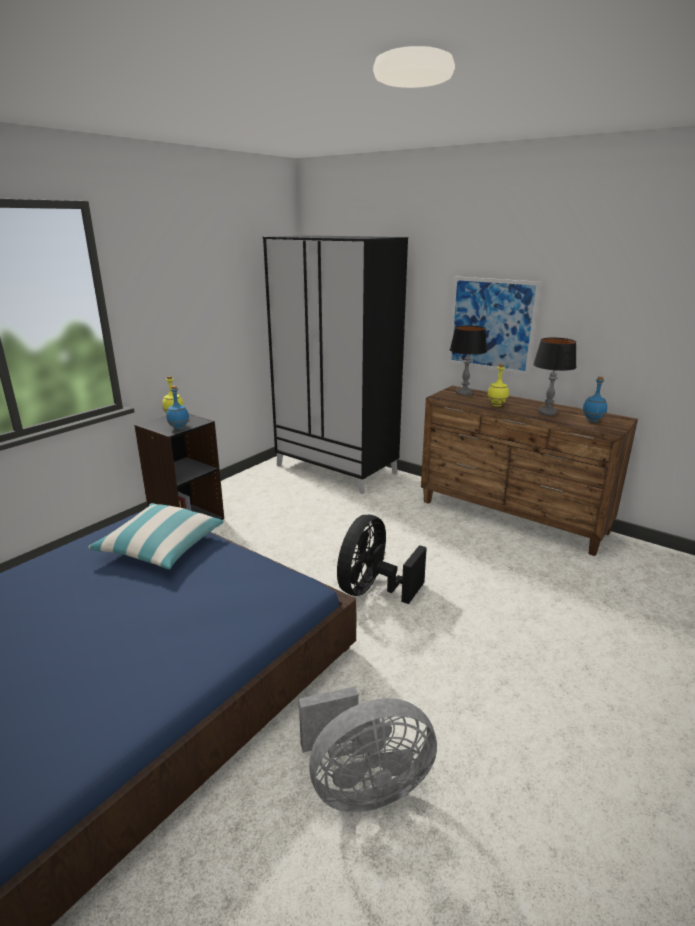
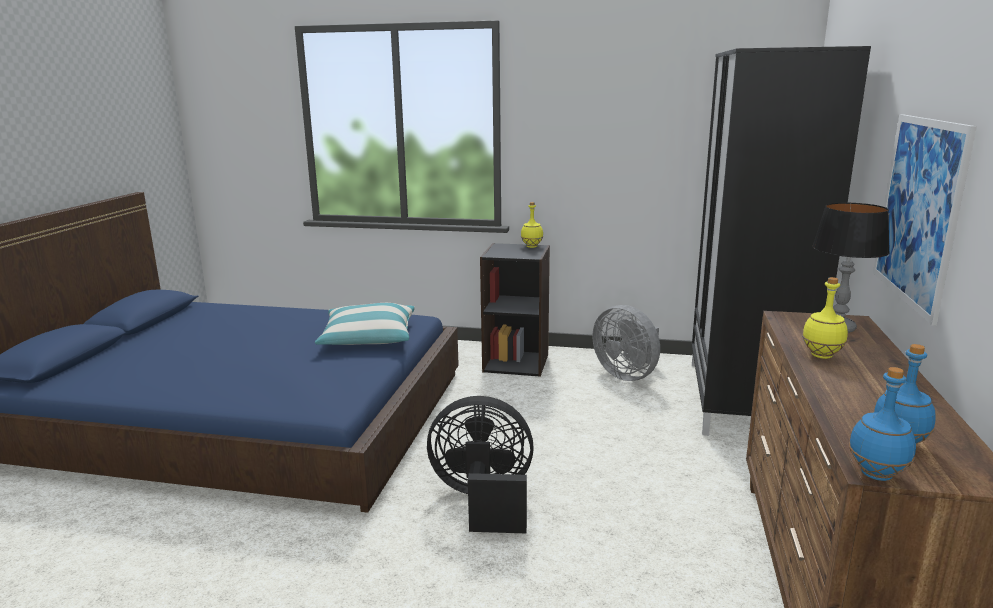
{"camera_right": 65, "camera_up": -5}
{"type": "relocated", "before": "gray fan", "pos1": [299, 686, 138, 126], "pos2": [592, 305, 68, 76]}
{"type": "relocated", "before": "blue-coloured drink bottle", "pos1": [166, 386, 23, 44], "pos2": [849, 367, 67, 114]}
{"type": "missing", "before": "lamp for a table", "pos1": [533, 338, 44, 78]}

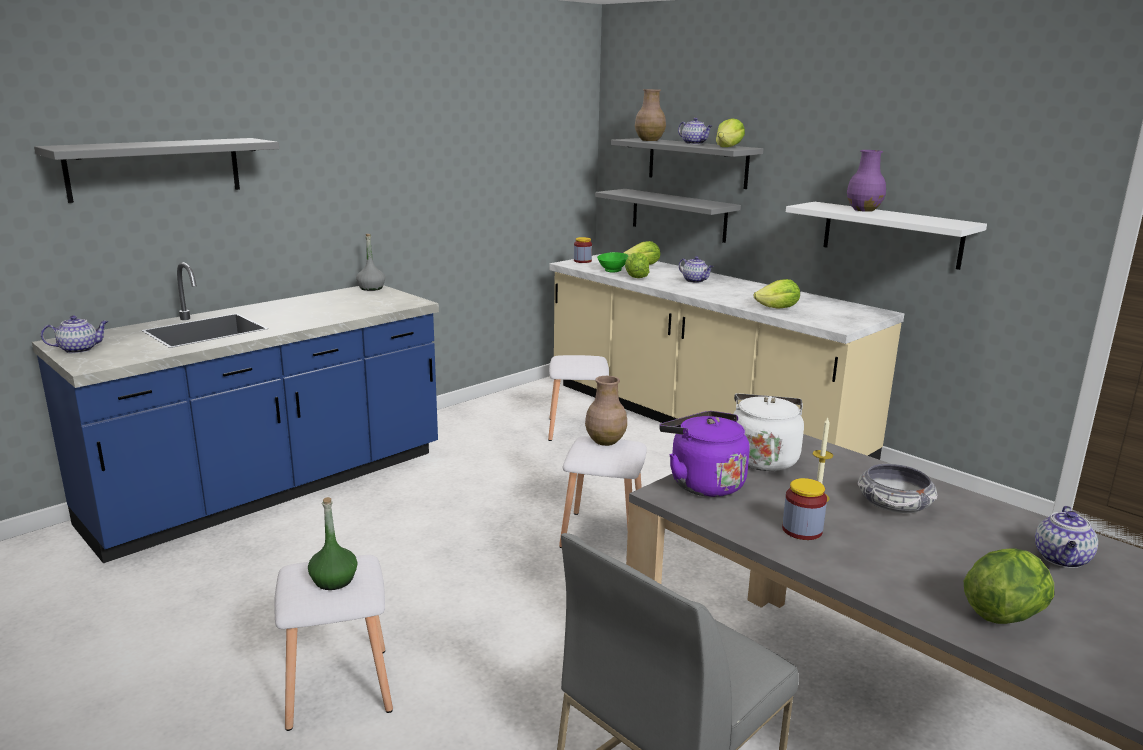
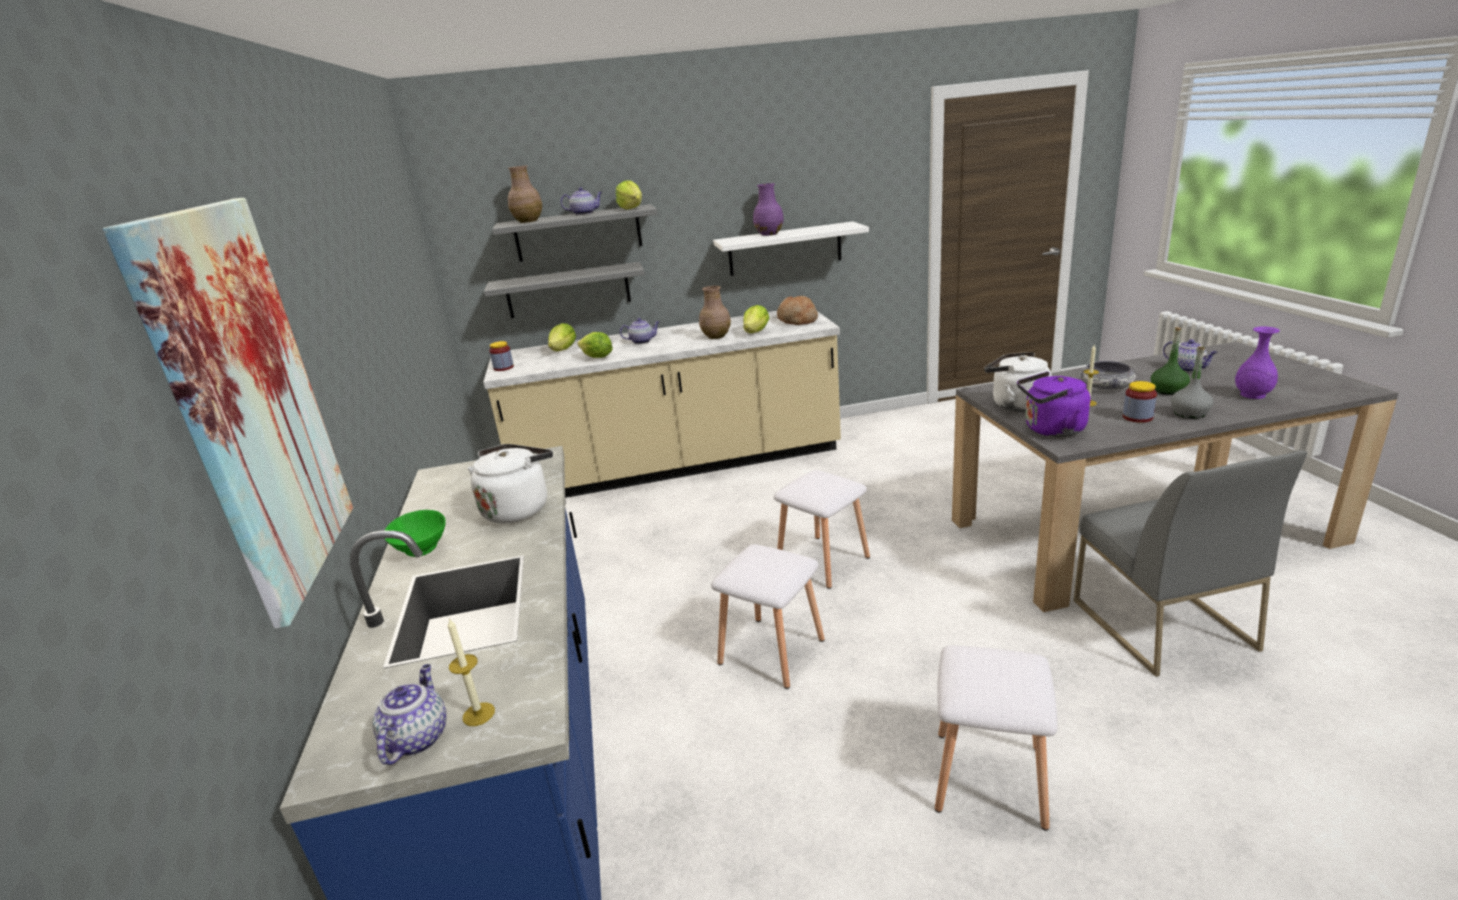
{"camera_right": -55, "camera_up": 5}
{"type": "exchanged", "before": "gray wall shelf", "after": "wall art", "pos1": [34, 138, 245, 65], "pos2": [103, 198, 250, 431]}
{"type": "relocated", "before": "greenish serving bowl", "pos1": [597, 252, 31, 20], "pos2": [384, 510, 62, 47]}
{"type": "appeared", "after": "wax light", "pos2": [448, 618, 47, 108]}
{"type": "appeared", "after": "white-coloured kettle", "pos2": [468, 444, 85, 79]}
{"type": "relocated", "before": "brown-coloured decorative vase", "pos1": [585, 376, 42, 70], "pos2": [699, 286, 32, 53]}
{"type": "relocated", "before": "white-coloured sitting stool", "pos1": [548, 355, 61, 86], "pos2": [711, 544, 114, 145]}
{"type": "appeared", "after": "bread", "pos2": [777, 296, 41, 29]}
{"type": "relocated", "before": "greenish drink bottle", "pos1": [308, 497, 50, 93], "pos2": [1151, 327, 39, 68]}
{"type": "relocated", "before": "gray drink bottle", "pos1": [356, 234, 29, 57], "pos2": [1171, 346, 43, 73]}
{"type": "exchanged", "before": "lettuce", "after": "purple-coloured decorative vase", "pos1": [964, 548, 90, 76], "pos2": [1235, 327, 45, 72]}

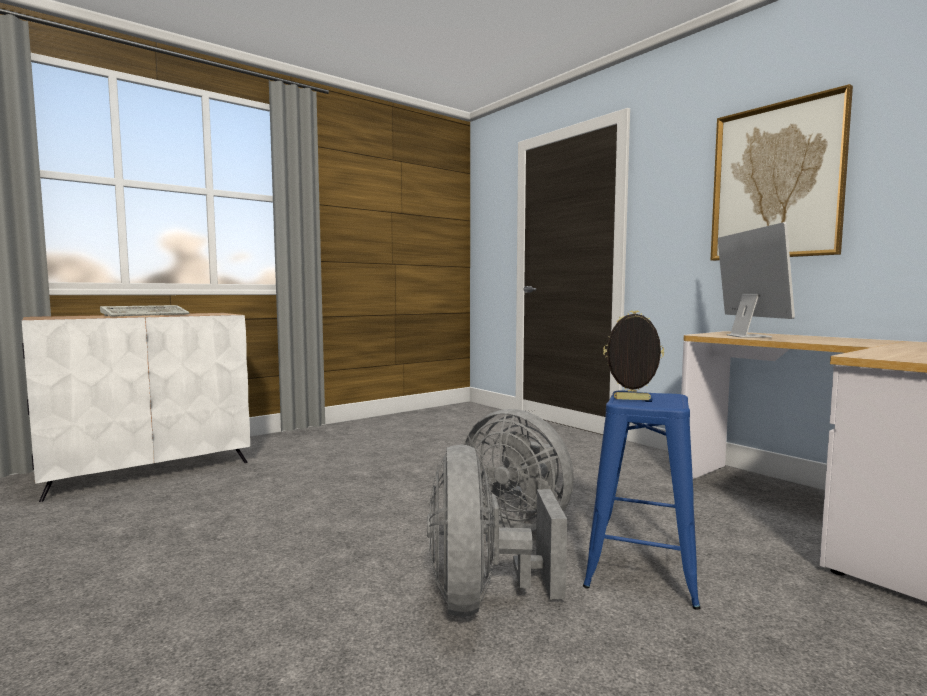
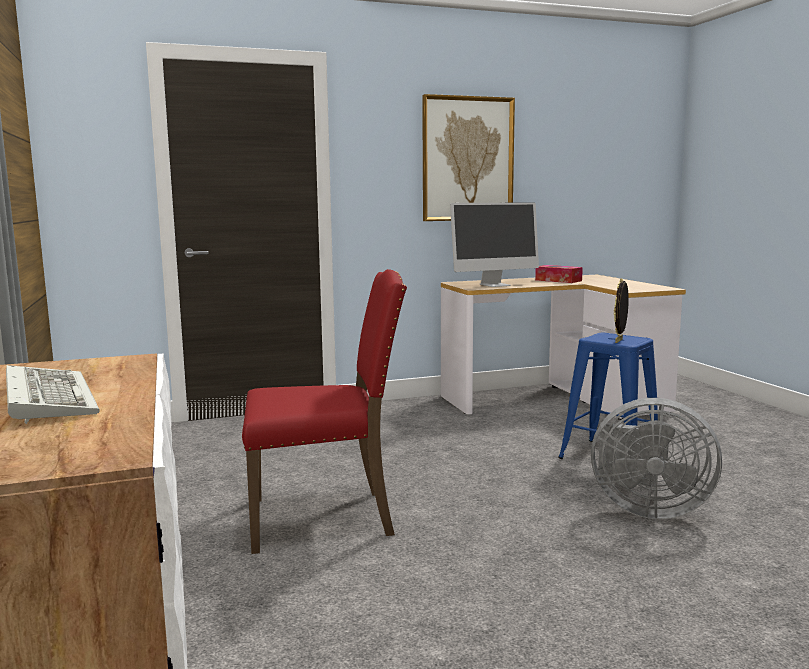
{"camera_right": -70, "camera_up": 5}
{"type": "appeared", "after": "red-coloured chair", "pos2": [242, 269, 165, 285]}
{"type": "spun", "before": "computer screen", "pos1": [718, 222, 77, 115], "pos2": [450, 202, 89, 85], "turn": 135}
{"type": "appeared", "after": "box of tissues", "pos2": [535, 265, 48, 18]}
{"type": "missing", "before": "gray fan", "pos1": [464, 409, 110, 123]}

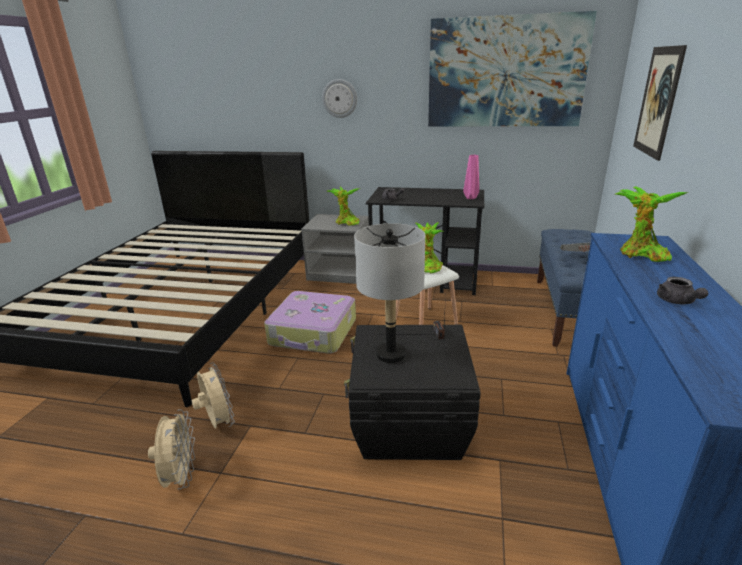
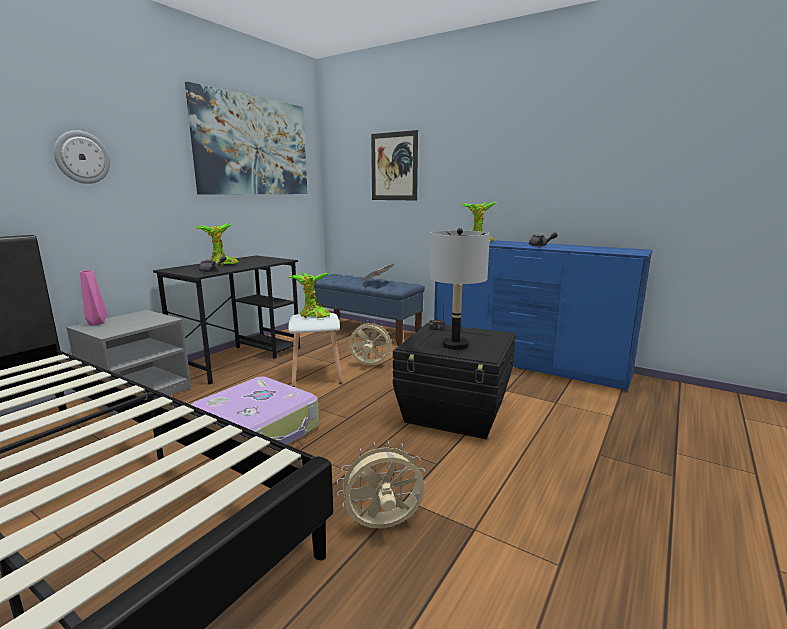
{"camera_right": -70, "camera_up": -10}
{"type": "relocated", "before": "pink decorative vase", "pos1": [463, 155, 16, 44], "pos2": [80, 270, 27, 56]}
{"type": "relocated", "before": "plant in a pot", "pos1": [326, 187, 33, 39], "pos2": [195, 223, 44, 43]}
{"type": "relocated", "before": "sand-coloured fan", "pos1": [148, 410, 47, 79], "pos2": [349, 320, 45, 45]}

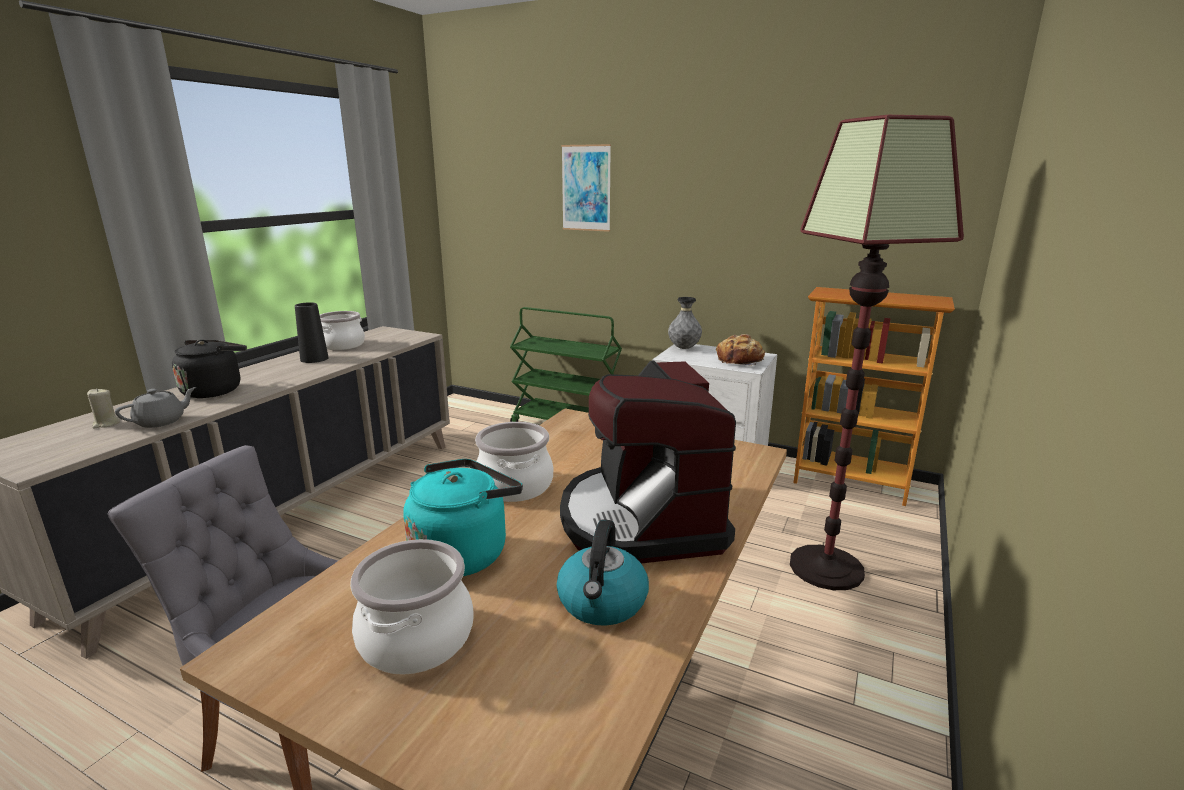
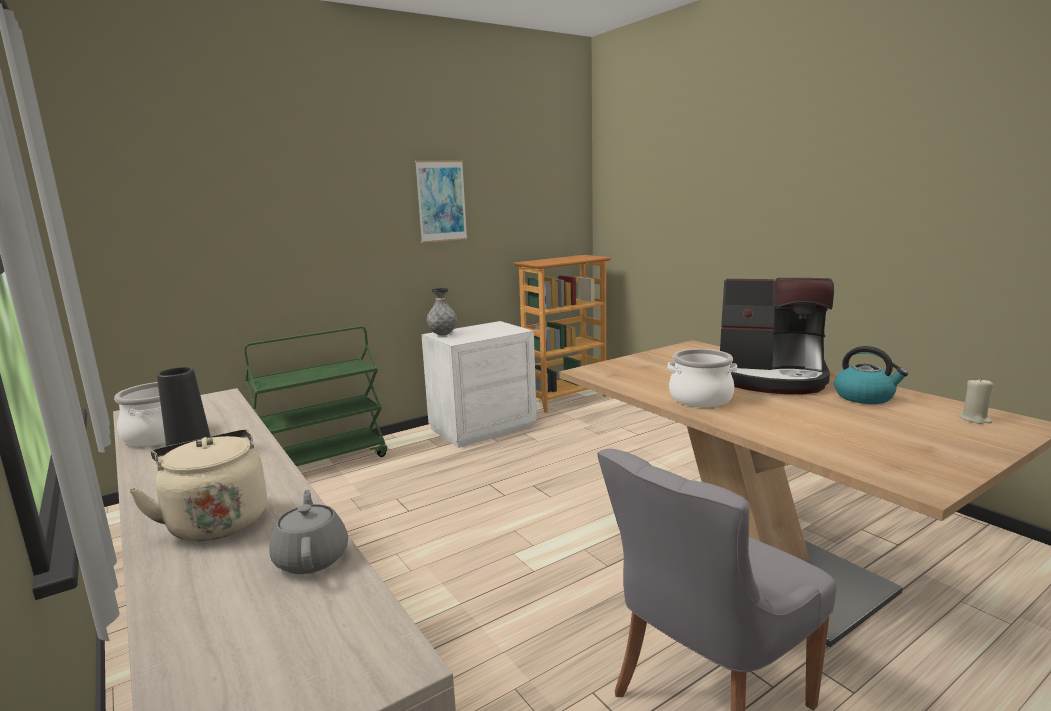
{"camera_right": -60, "camera_up": -5}
{"type": "colour", "before": "blackish kettle", "after": "sand-coloured kettle", "pos1": [172, 340, 75, 58], "pos2": [128, 429, 139, 112]}
{"type": "relocated", "before": "wall art", "pos1": [561, 144, 50, 88], "pos2": [415, 161, 52, 82]}
{"type": "relocated", "before": "sand-coloured wax light", "pos1": [87, 388, 33, 41], "pos2": [959, 378, 34, 46]}
{"type": "missing", "before": "cooking pot", "pos1": [350, 539, 124, 136]}
{"type": "missing", "before": "blue-green kettle", "pos1": [404, 459, 119, 117]}
{"type": "missing", "before": "bread", "pos1": [716, 334, 49, 32]}
{"type": "missing", "before": "standard lamp", "pos1": [790, 115, 174, 475]}

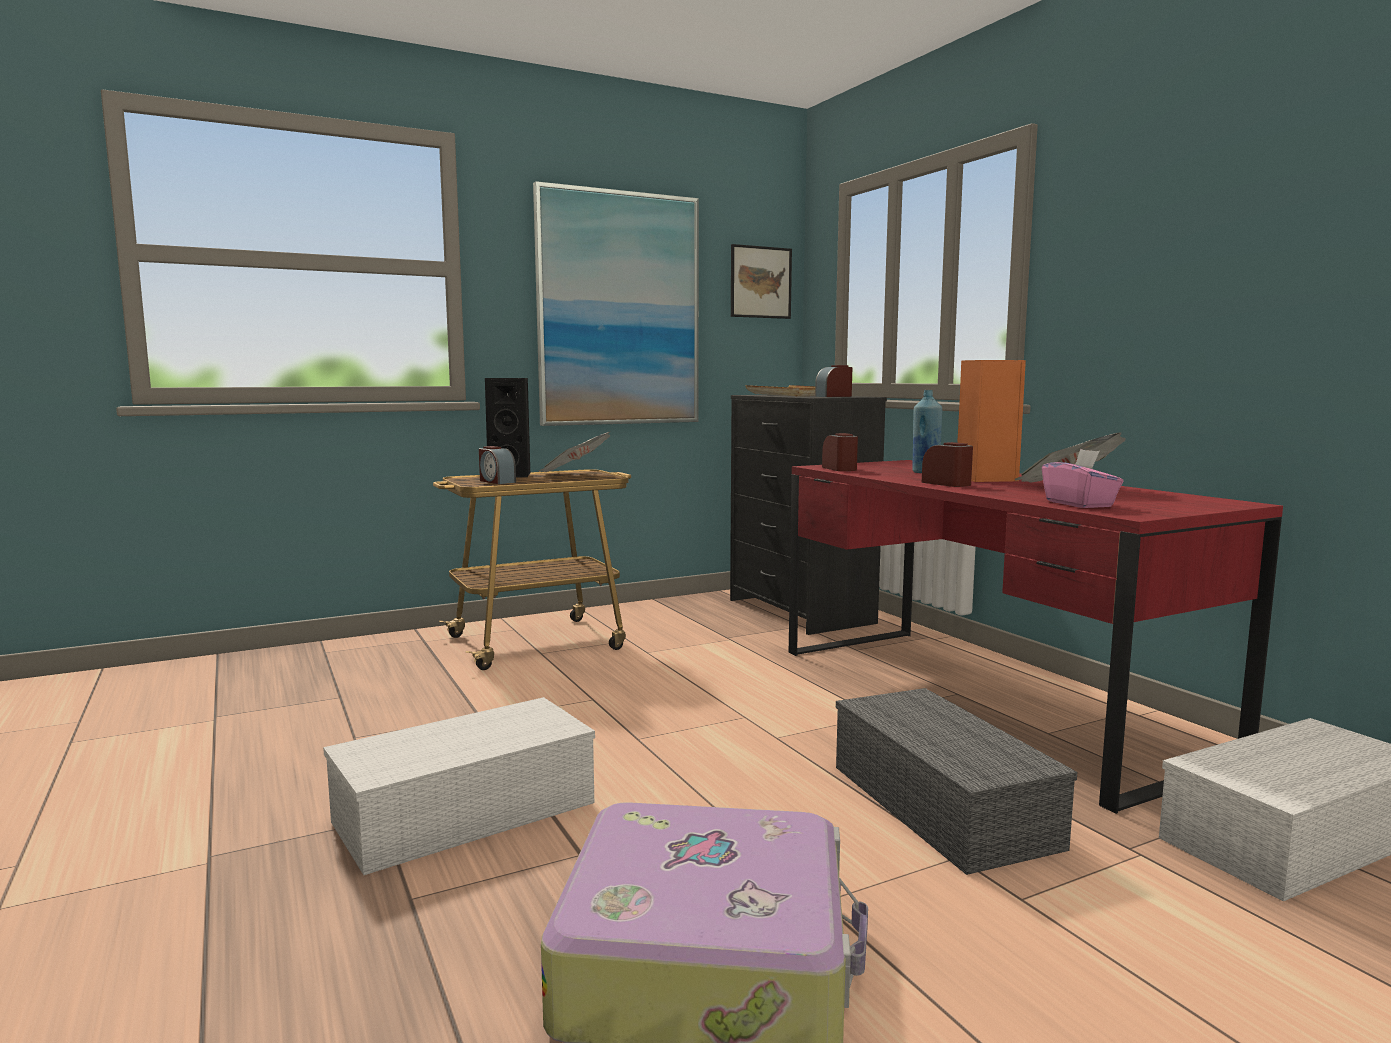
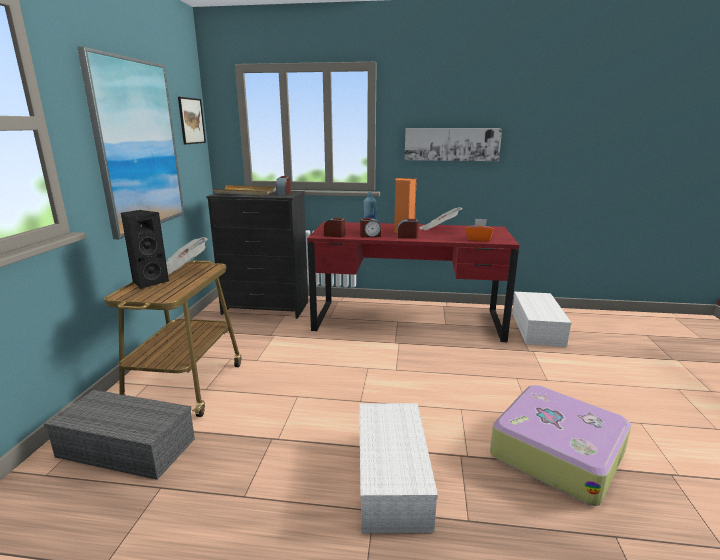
{"camera_right": -55, "camera_up": 10}
{"type": "relocated", "before": "gray storage box", "pos1": [836, 688, 241, 187], "pos2": [44, 390, 151, 90]}
{"type": "relocated", "before": "alarm clock", "pos1": [479, 446, 37, 38], "pos2": [360, 218, 21, 20]}
{"type": "appeared", "after": "wall art", "pos2": [405, 128, 97, 33]}
{"type": "colour", "before": "pink box of tissues", "after": "orange box of tissues", "pos1": [1042, 449, 81, 59], "pos2": [466, 218, 28, 24]}

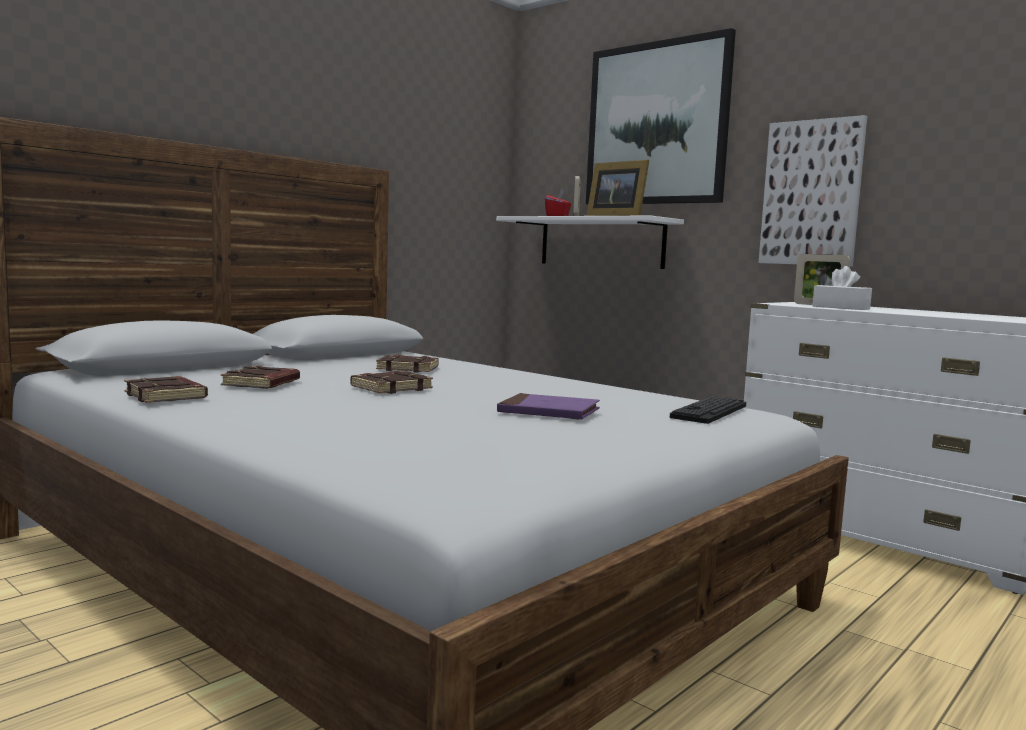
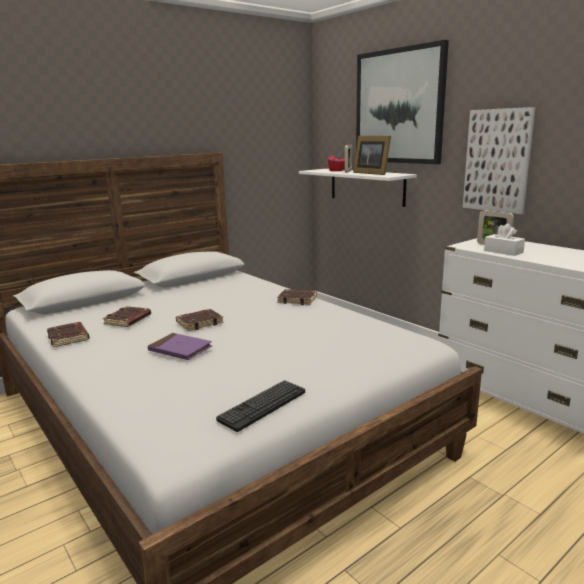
{"camera_right": 10, "camera_up": 10}
{"type": "relocated", "before": "purple-coloured volume", "pos1": [497, 393, 103, 27], "pos2": [147, 333, 65, 27]}
{"type": "relocated", "before": "computer keyboard", "pos1": [670, 396, 76, 28], "pos2": [216, 380, 89, 52]}
{"type": "relocated", "before": "brown-coloured volume", "pos1": [376, 355, 63, 18], "pos2": [277, 289, 40, 16]}

